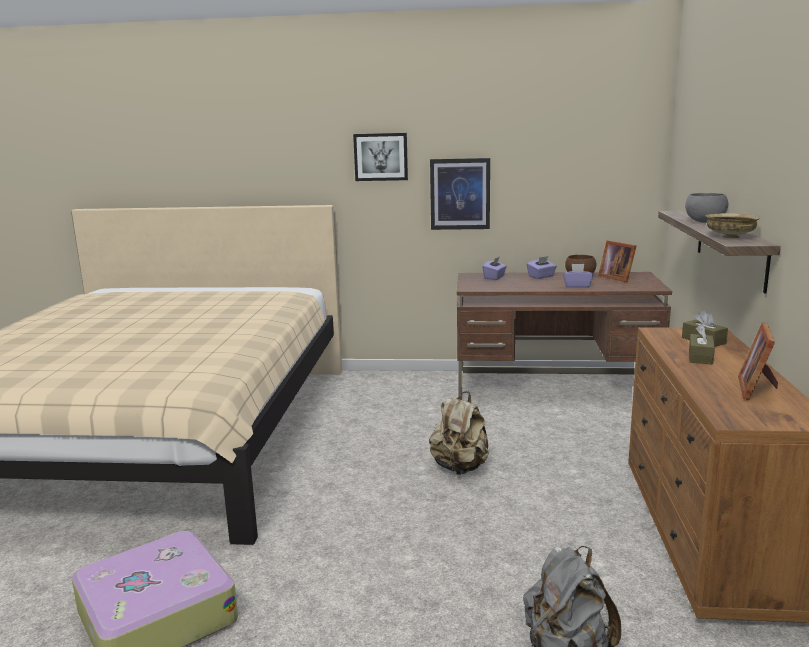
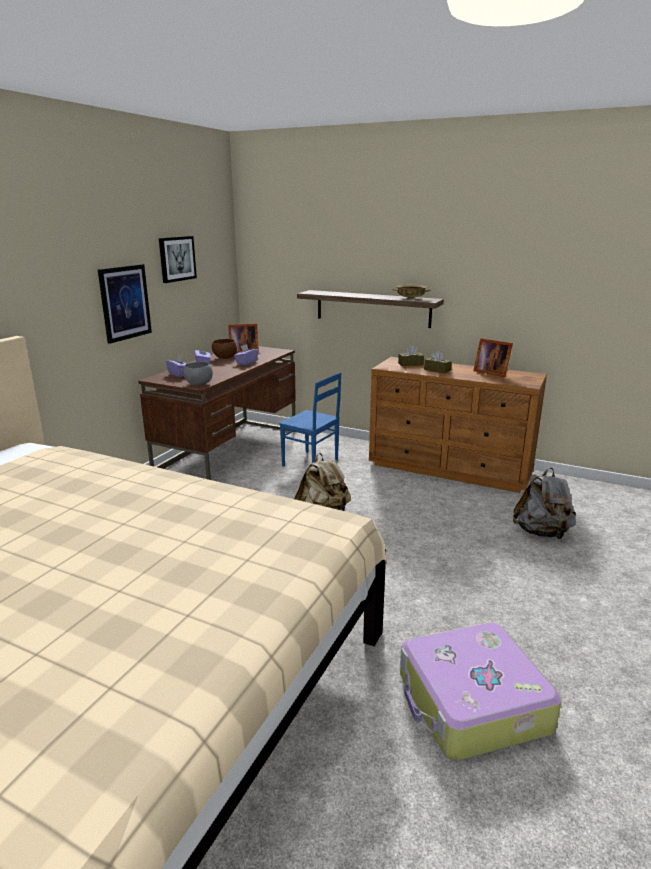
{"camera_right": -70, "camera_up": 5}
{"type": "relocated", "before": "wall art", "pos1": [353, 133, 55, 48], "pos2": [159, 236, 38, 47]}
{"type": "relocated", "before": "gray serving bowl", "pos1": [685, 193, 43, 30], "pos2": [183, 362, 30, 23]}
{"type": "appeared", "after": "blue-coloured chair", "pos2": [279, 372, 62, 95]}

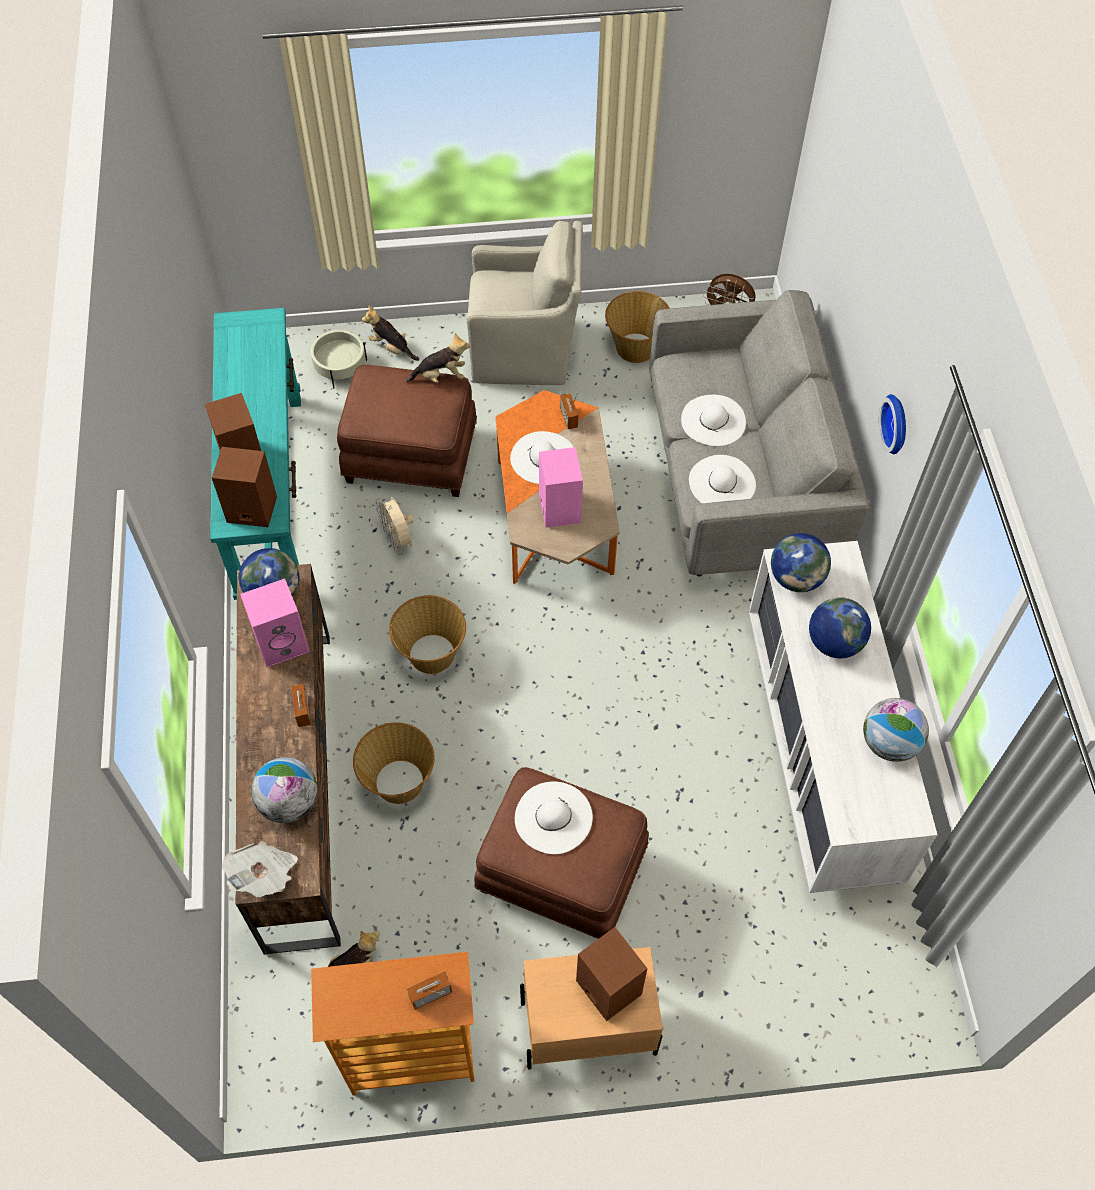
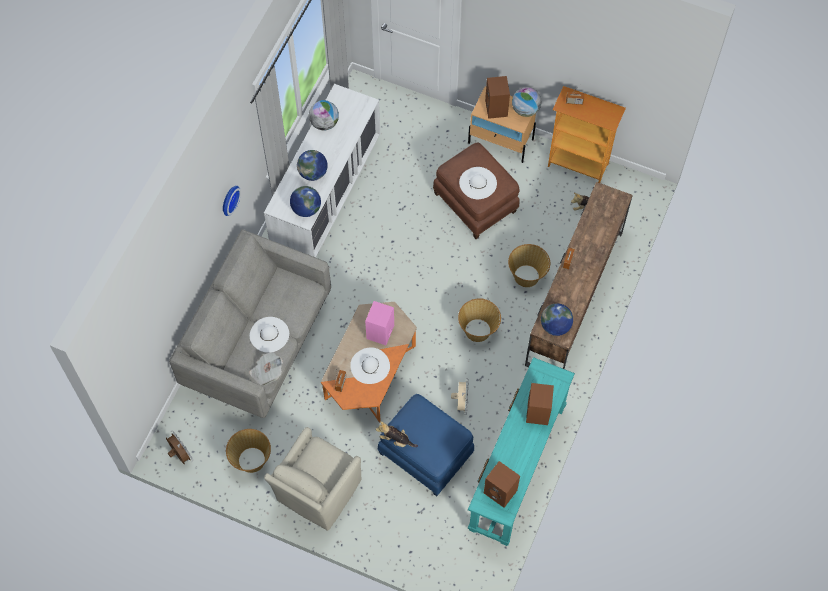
{"camera_right": -150, "camera_up": 5}
{"type": "relocated", "before": "printed paper", "pos1": [222, 841, 76, 56], "pos2": [249, 352, 34, 34]}
{"type": "spun", "before": "sand-coloured easy chair", "pos1": [467, 221, 116, 164], "pos2": [264, 427, 97, 104], "turn": -90}
{"type": "colour", "before": "brown-coloured pouffe", "after": "blue-coloured pouffe", "pos1": [337, 365, 140, 132], "pos2": [378, 394, 96, 102]}
{"type": "relocated", "before": "brown-coloured audio speaker", "pos1": [212, 447, 65, 80], "pos2": [484, 461, 36, 47]}
{"type": "relocated", "before": "globe", "pos1": [251, 757, 66, 66], "pos2": [512, 87, 29, 30]}
{"type": "missing", "before": "pink audio speaker", "pos1": [240, 579, 70, 88]}
{"type": "missing", "before": "sand-coloured plant pot", "pos1": [311, 330, 56, 58]}
{"type": "missing", "before": "cuddly toy", "pos1": [362, 305, 57, 56]}
{"type": "missing", "before": "white-coloured hat", "pos1": [689, 455, 67, 49]}

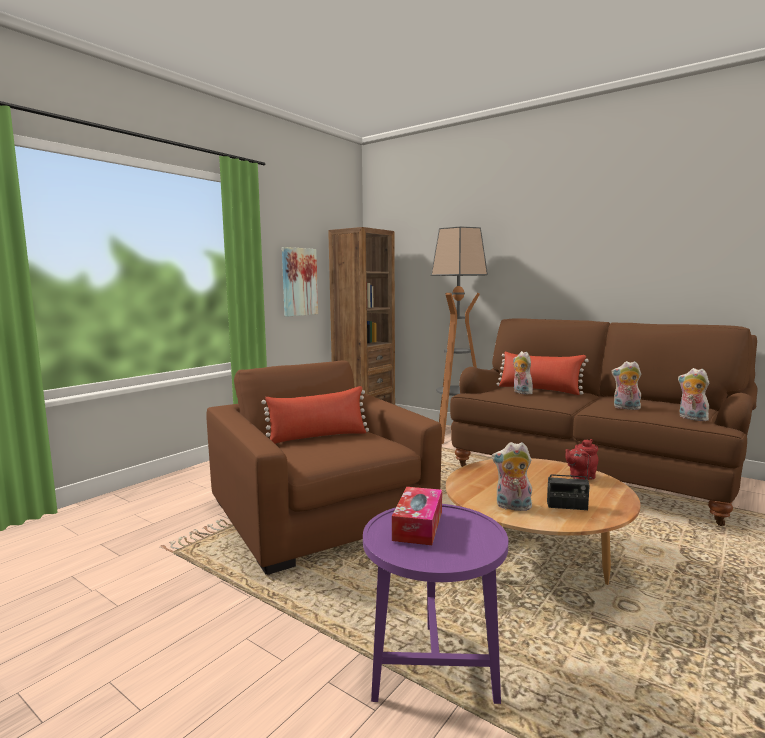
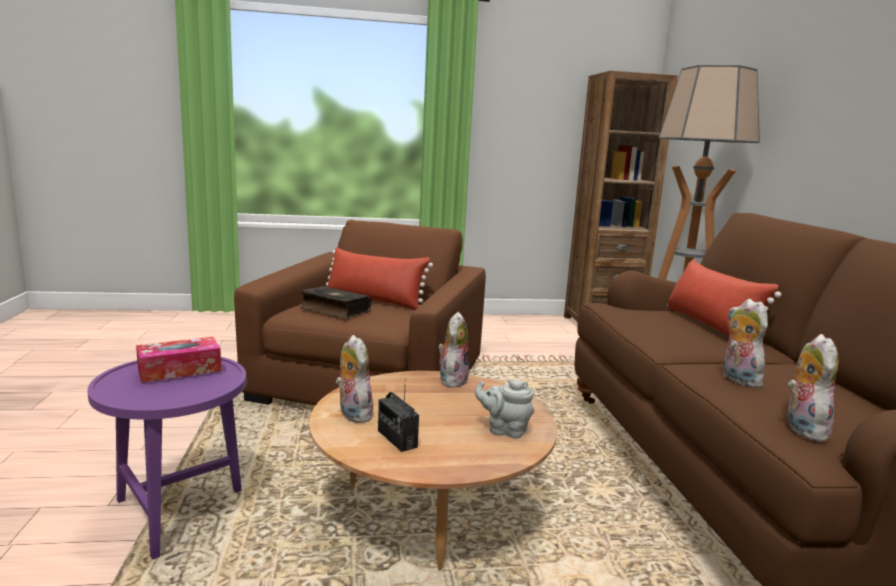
{"camera_right": 45, "camera_up": 5}
{"type": "appeared", "after": "volume", "pos2": [300, 286, 71, 33]}
{"type": "relocated", "before": "cuddly toy", "pos1": [513, 351, 20, 43], "pos2": [438, 312, 31, 76]}
{"type": "colour", "before": "red-coloured teapot", "after": "gray teapot", "pos1": [565, 439, 33, 41], "pos2": [475, 379, 59, 59]}
{"type": "missing", "before": "wall art", "pos1": [282, 247, 36, 70]}

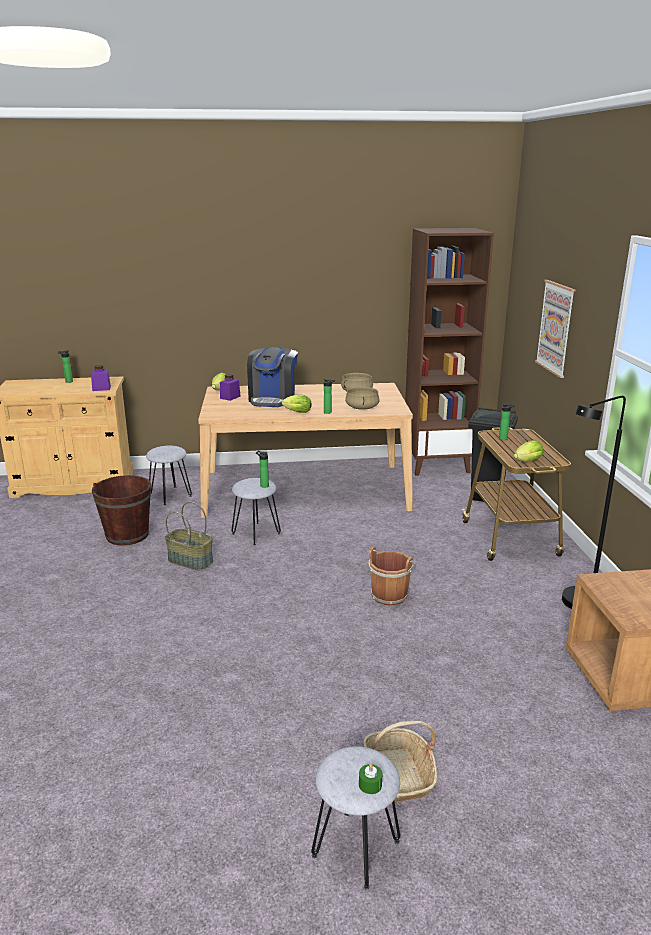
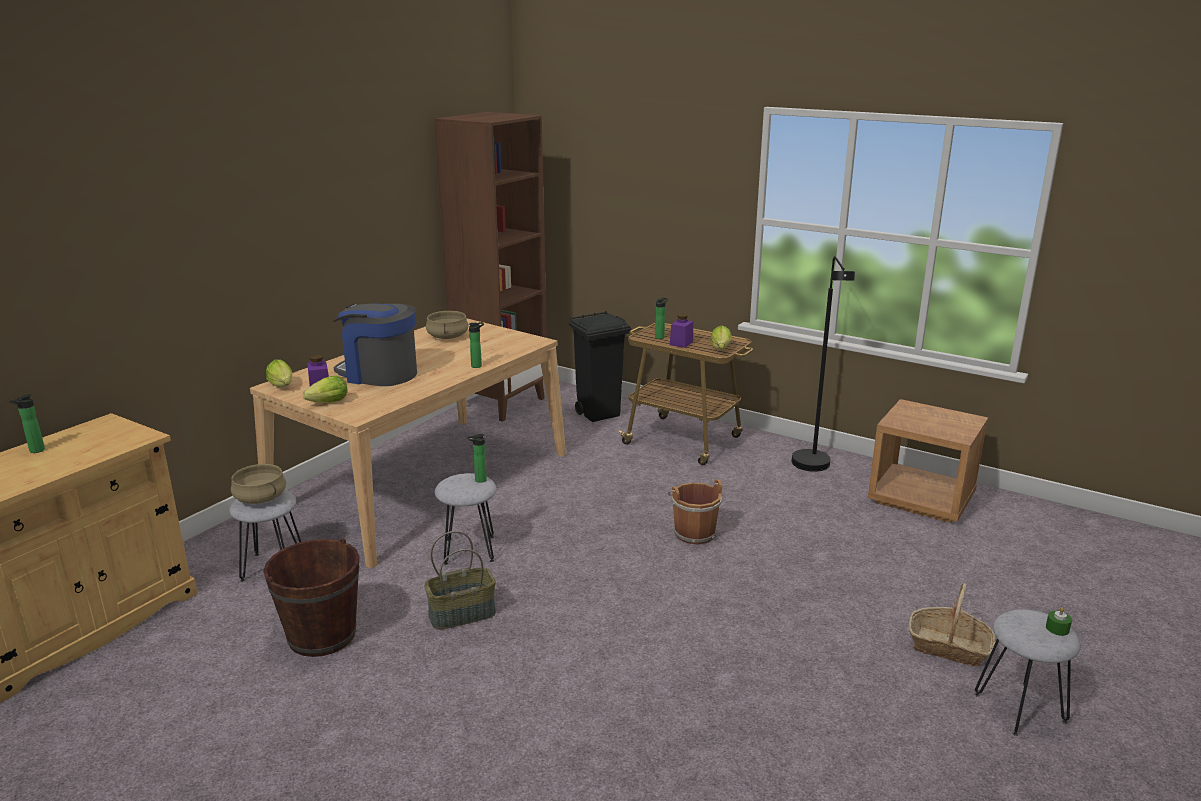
{"camera_right": -50, "camera_up": 0}
{"type": "relocated", "before": "sand-coloured cooking pot", "pos1": [345, 387, 34, 23], "pos2": [231, 464, 55, 40]}
{"type": "relocated", "before": "lettuce", "pos1": [282, 394, 30, 19], "pos2": [303, 376, 44, 27]}
{"type": "spun", "before": "coffee brewer", "pos1": [247, 347, 51, 60], "pos2": [333, 303, 84, 83], "turn": 150}
{"type": "relocated", "before": "purple-coloured storage jar", "pos1": [91, 365, 20, 26], "pos2": [670, 314, 23, 34]}
{"type": "missing", "before": "wall art", "pos1": [535, 280, 41, 98]}

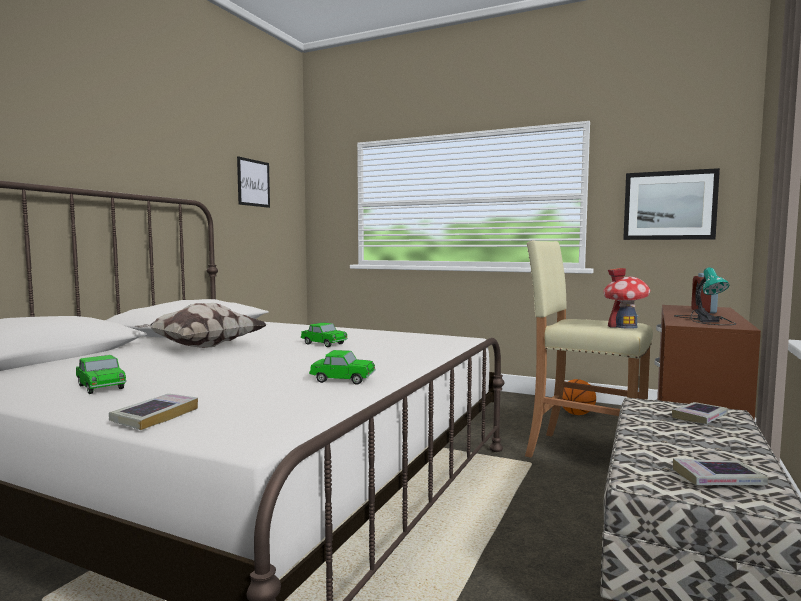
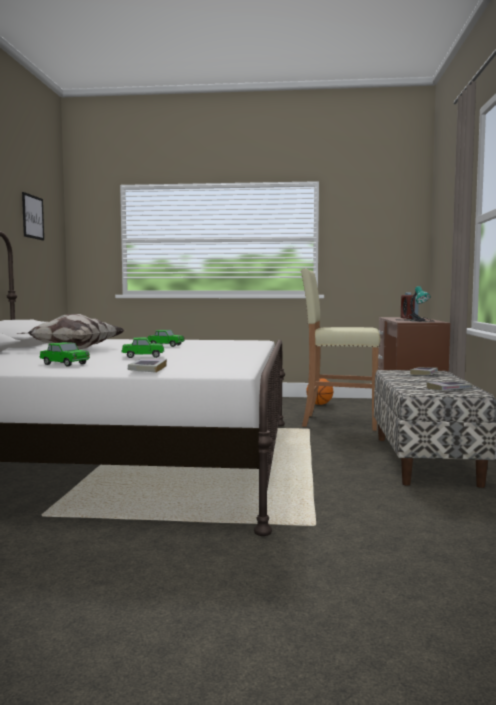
{"camera_right": -20, "camera_up": 0}
{"type": "relocated", "before": "model car", "pos1": [309, 350, 67, 35], "pos2": [122, 337, 42, 21]}
{"type": "missing", "before": "miniature house", "pos1": [603, 268, 47, 61]}
{"type": "missing", "before": "wall art", "pos1": [623, 168, 97, 72]}

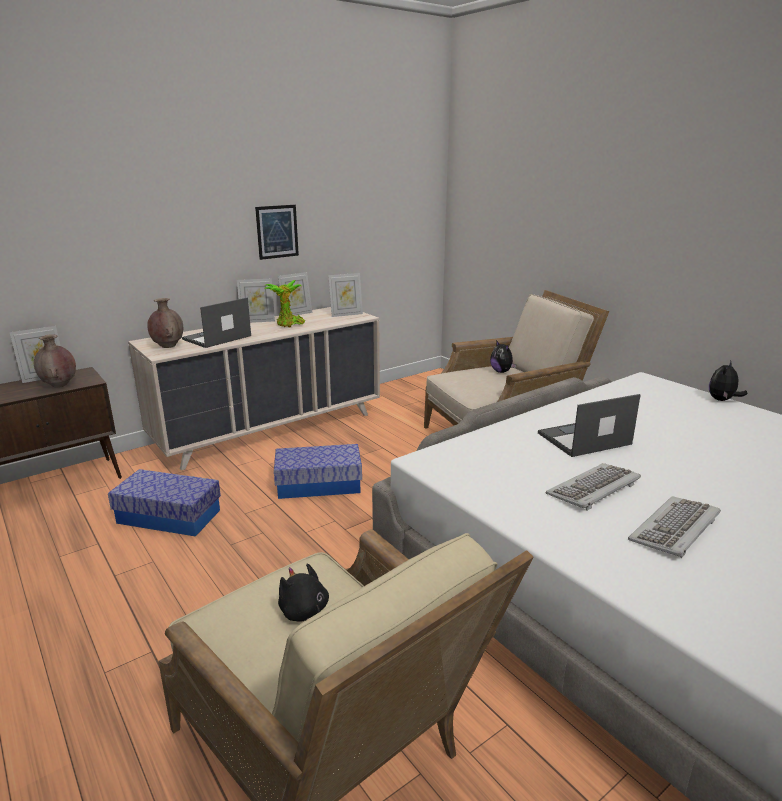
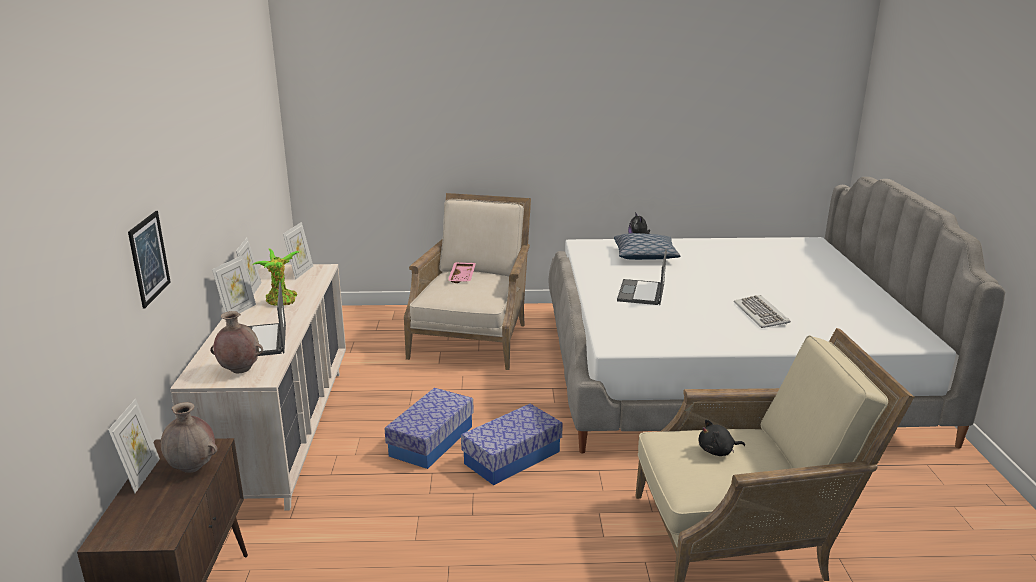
{"camera_right": -55, "camera_up": 0}
{"type": "relocated", "before": "wall art", "pos1": [255, 205, 44, 55], "pos2": [128, 211, 43, 97]}
{"type": "exchanged", "before": "cuddly toy", "after": "pink tray", "pos1": [490, 340, 26, 33], "pos2": [448, 262, 28, 21]}
{"type": "relocated", "before": "storage box", "pos1": [108, 469, 113, 68], "pos2": [461, 404, 102, 81]}
{"type": "appeared", "after": "cushion", "pos2": [614, 233, 67, 27]}
{"type": "missing", "before": "computer keyboard", "pos1": [546, 463, 95, 47]}

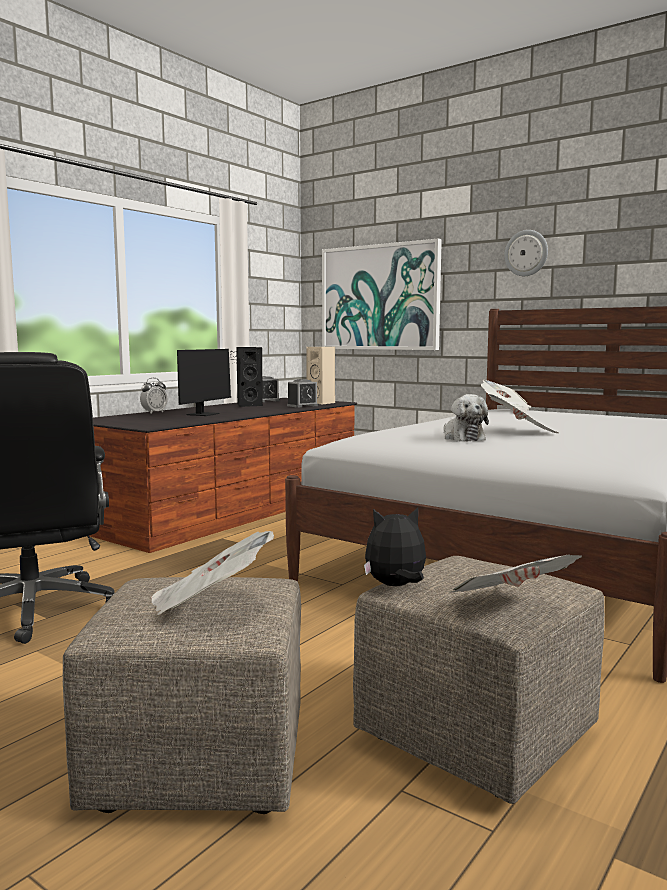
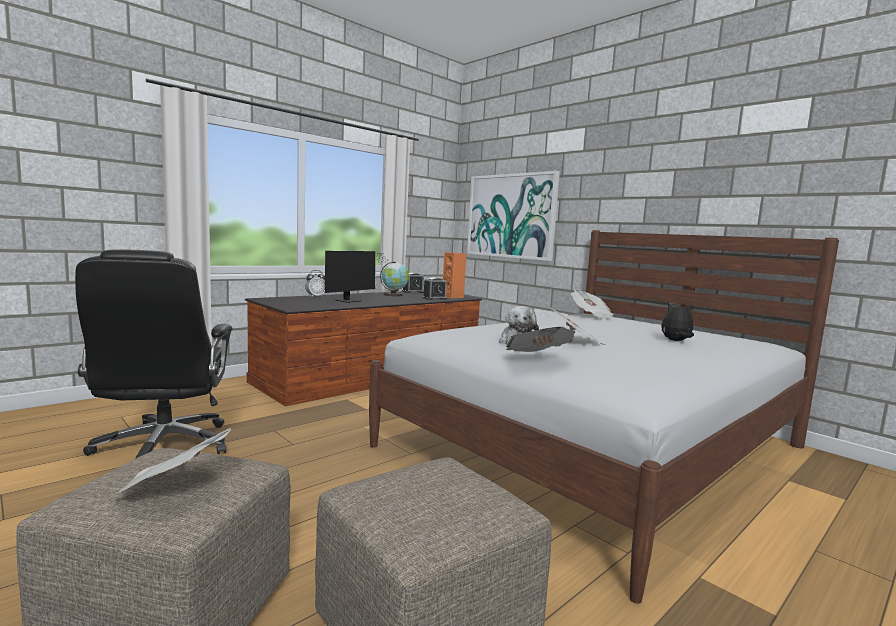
{"camera_right": 10, "camera_up": 0}
{"type": "exchanged", "before": "blackish audio speaker", "after": "globe", "pos1": [236, 347, 27, 60], "pos2": [380, 262, 29, 34]}
{"type": "colour", "before": "sand-coloured audio speaker", "after": "orange audio speaker", "pos1": [306, 347, 29, 58], "pos2": [443, 252, 23, 46]}
{"type": "relocated", "before": "printed paper", "pos1": [450, 554, 132, 39], "pos2": [506, 327, 69, 25]}
{"type": "relocated", "before": "cuddly toy", "pos1": [364, 507, 62, 79], "pos2": [661, 302, 33, 39]}
{"type": "missing", "before": "hanging clock", "pos1": [504, 230, 44, 46]}

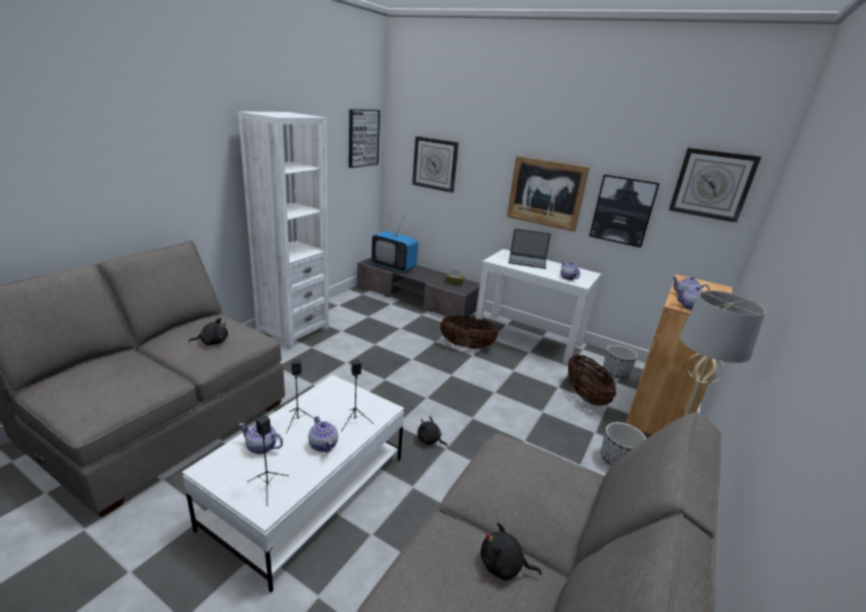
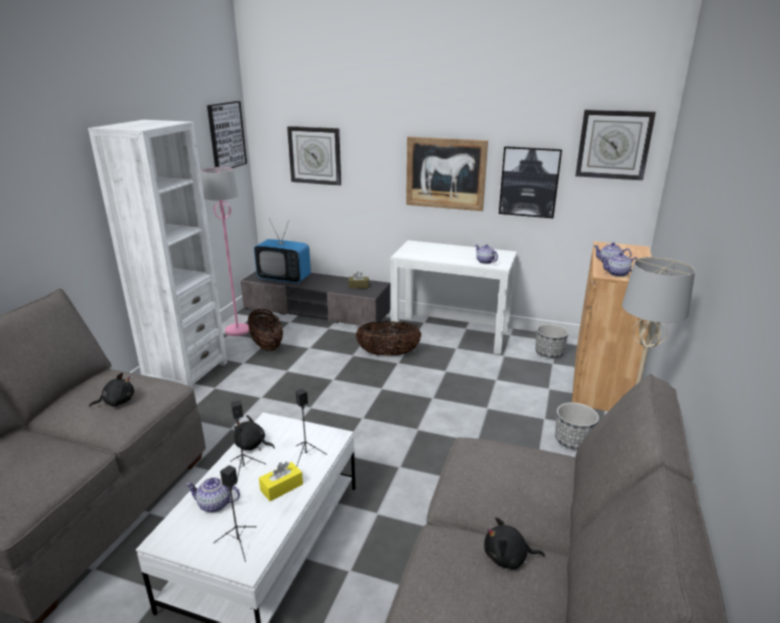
{"camera_right": -10, "camera_up": 0}
{"type": "appeared", "after": "pink standard lamp", "pos2": [201, 167, 48, 169]}
{"type": "relocated", "before": "blackish cuddly toy", "pos1": [417, 416, 31, 31], "pos2": [234, 415, 41, 36]}
{"type": "relocated", "before": "household basket", "pos1": [568, 355, 48, 51], "pos2": [248, 309, 35, 42]}
{"type": "exchanged", "before": "teapot", "after": "yellow box of tissues", "pos1": [308, 416, 30, 36], "pos2": [259, 461, 44, 40]}
{"type": "missing", "before": "laptop", "pos1": [508, 228, 43, 41]}

